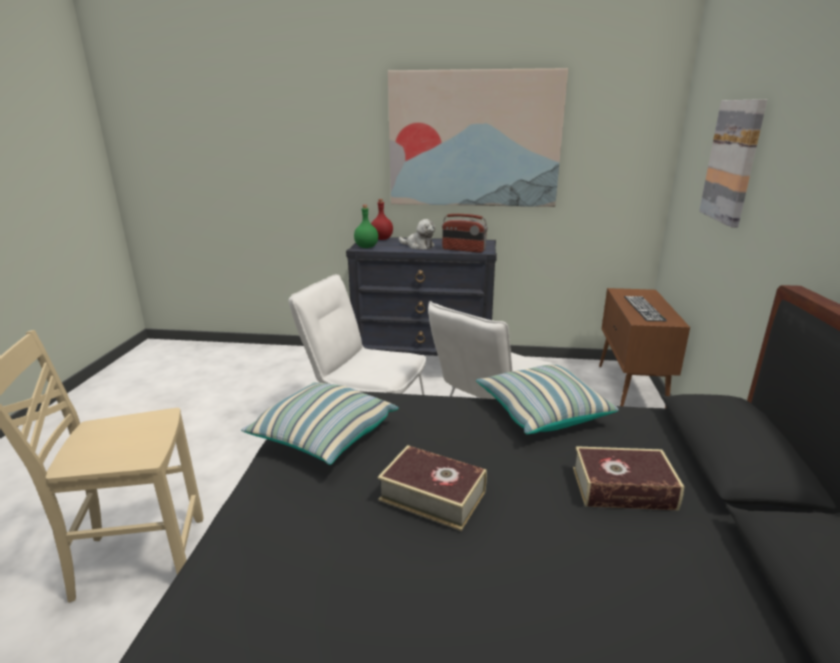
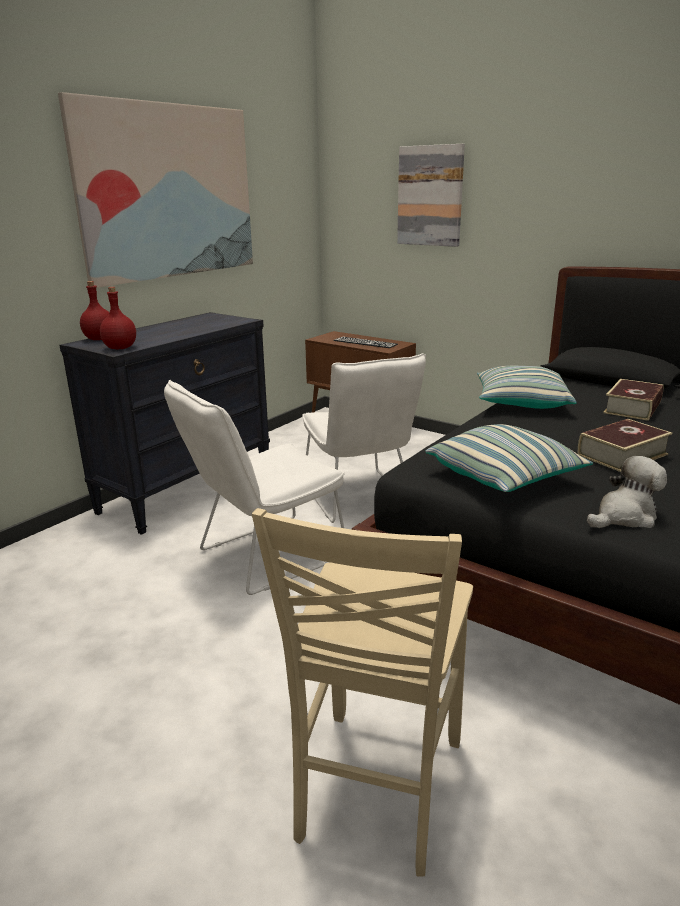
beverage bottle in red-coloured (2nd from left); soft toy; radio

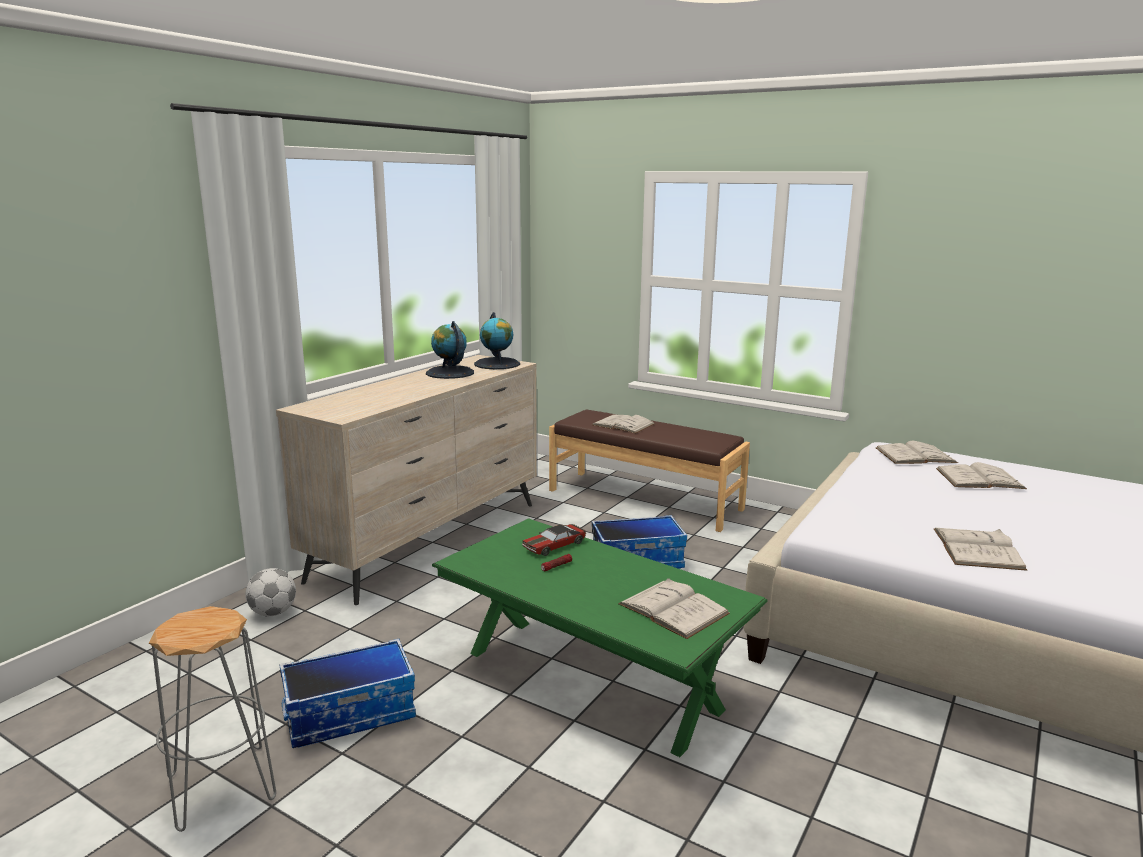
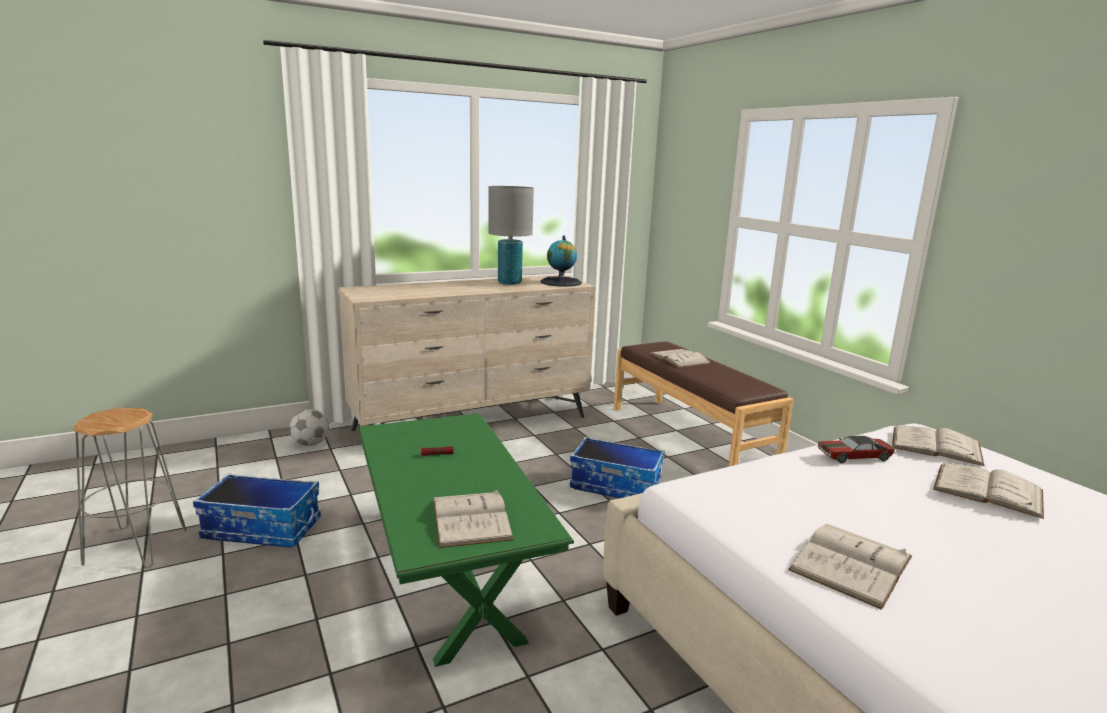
tabletop lamp in grey; model car

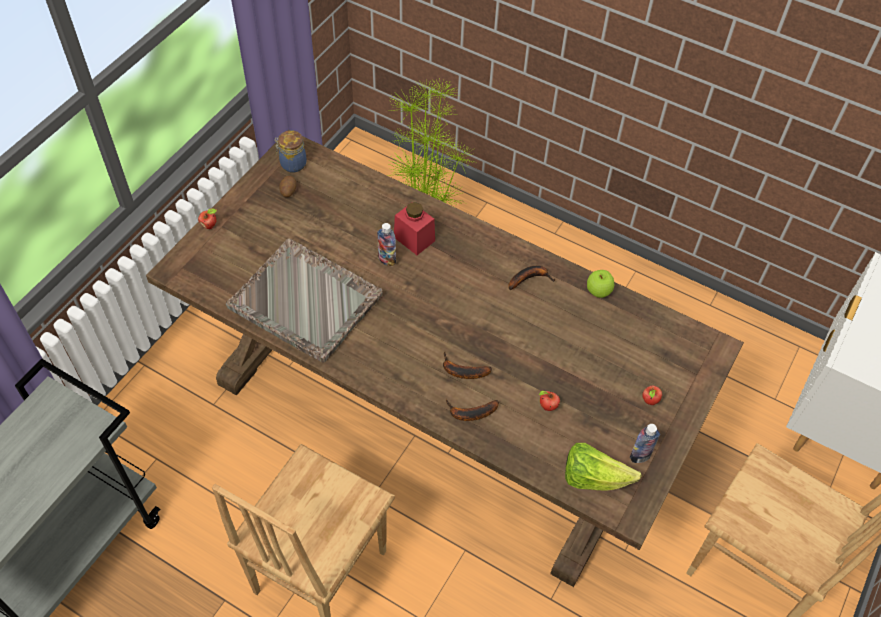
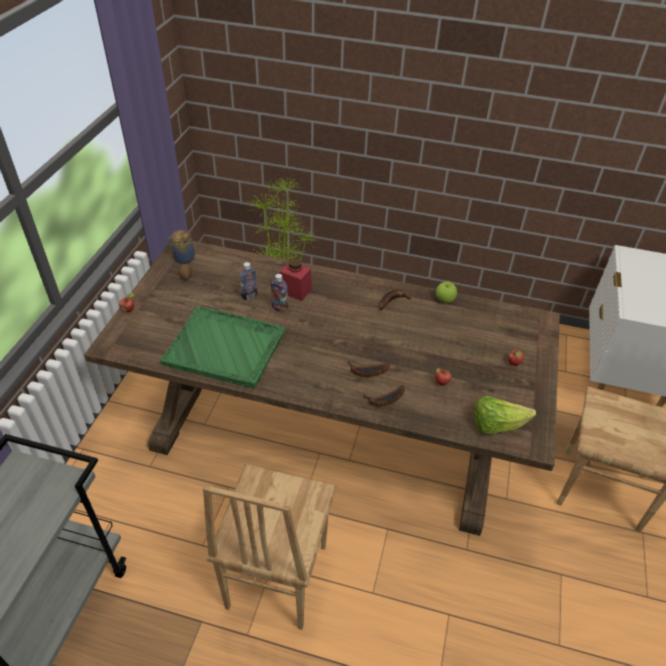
serving tray in green; beverage bottle (1st from left)

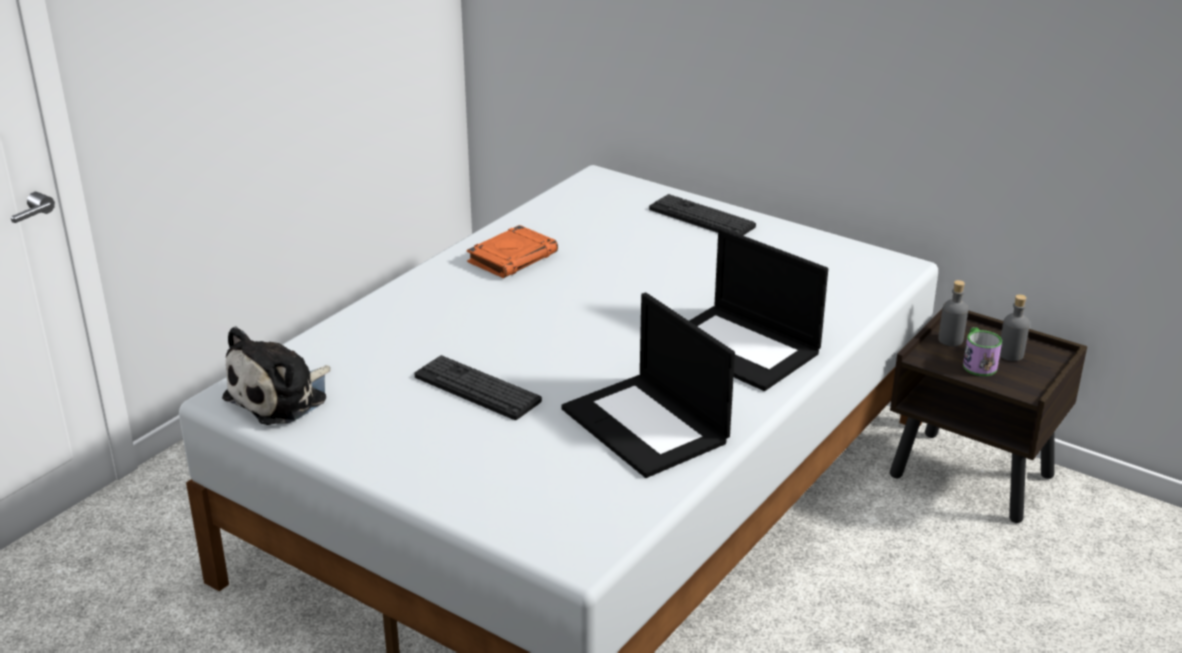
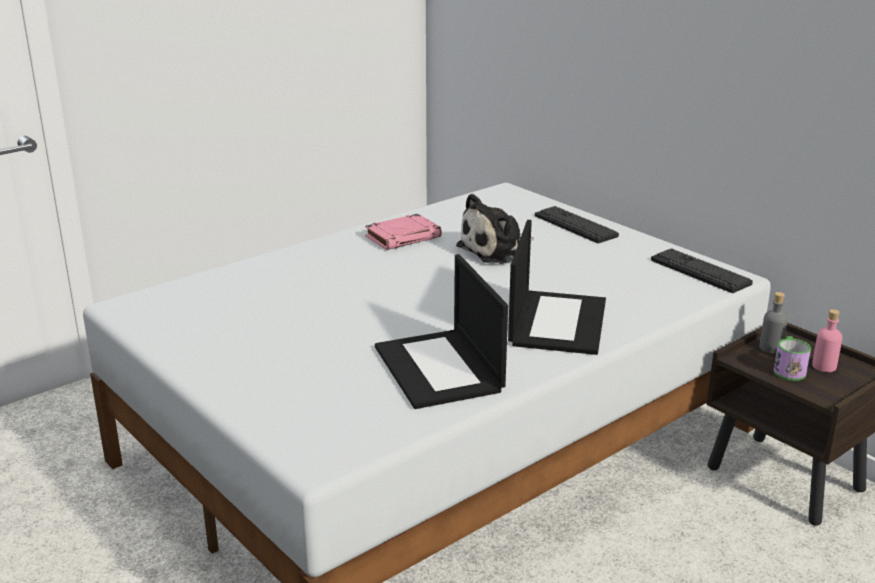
soft toy; computer keyboard (2nd from left); book in pinkish; laptop (2nd from left); beverage bottle in pinkish

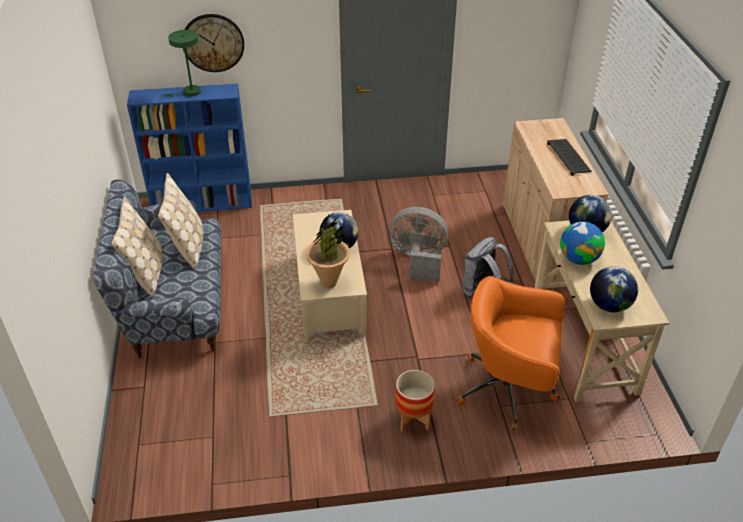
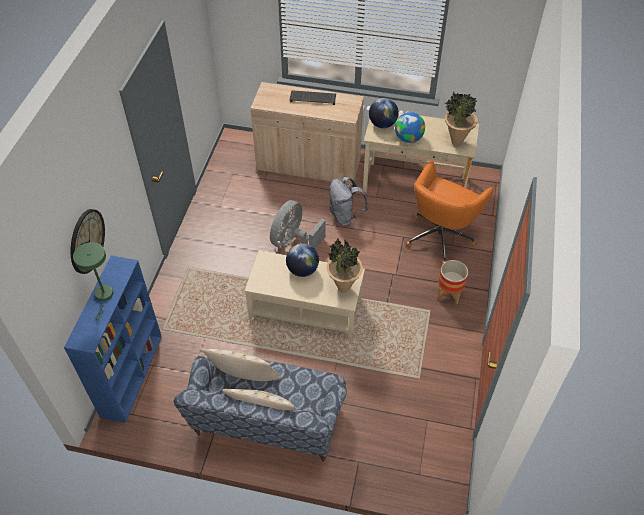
plant in a pot (2nd from left)

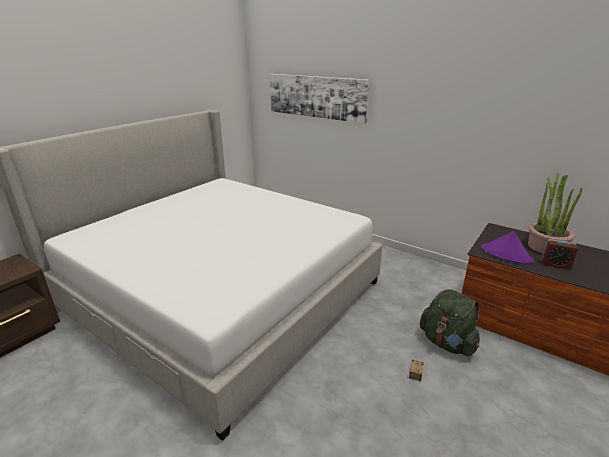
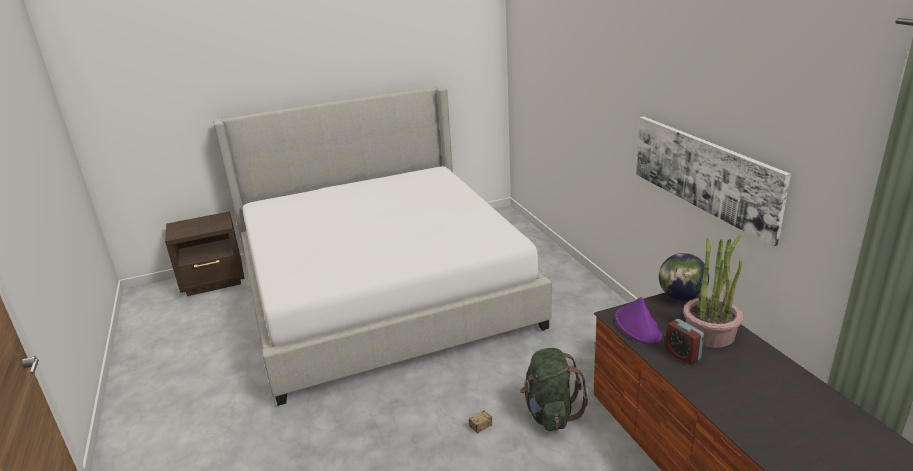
picture; globe

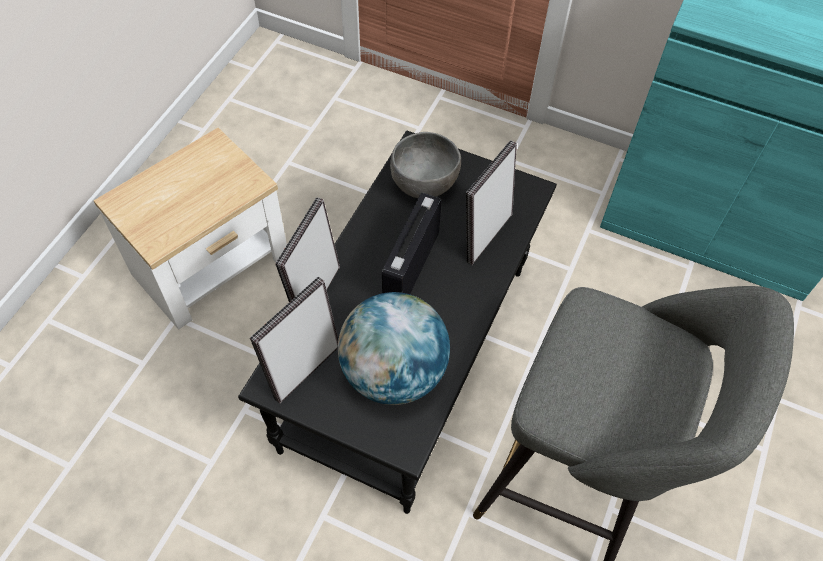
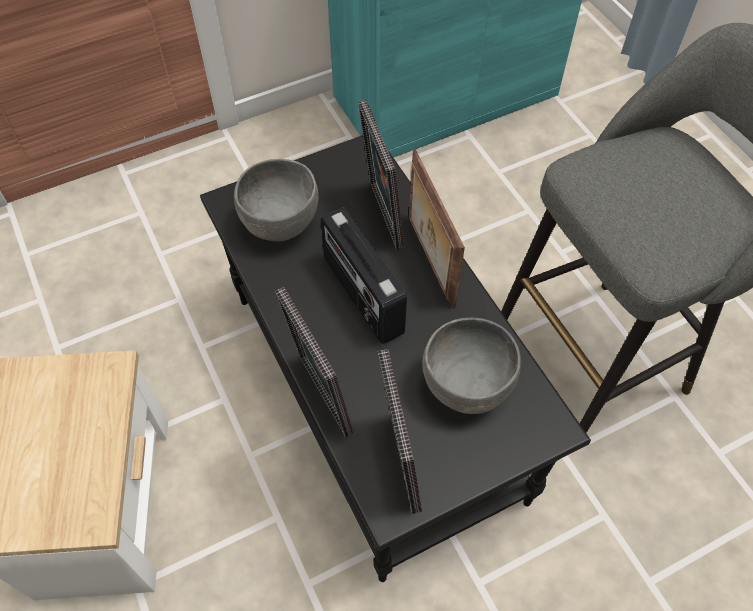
serving bowl in grey (2nd from left); standing frame (4th from left)

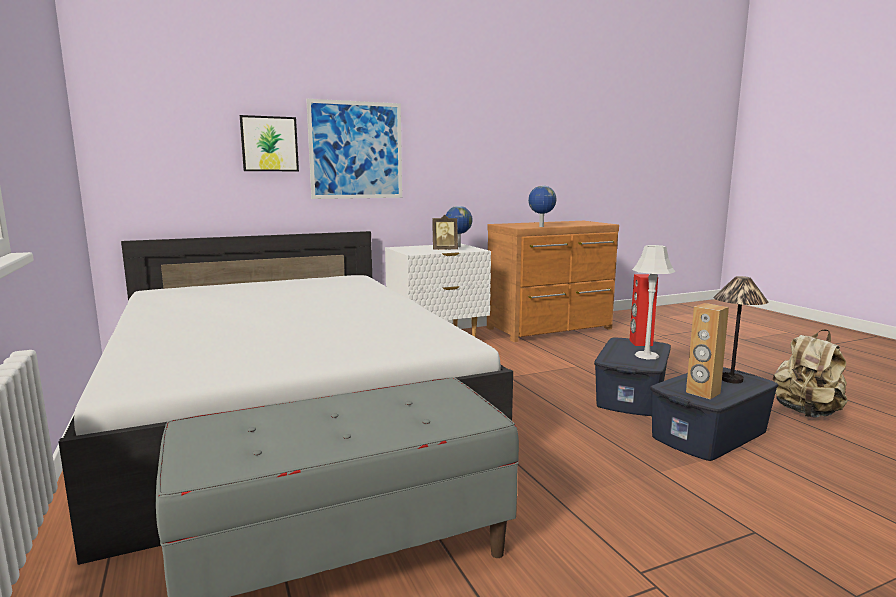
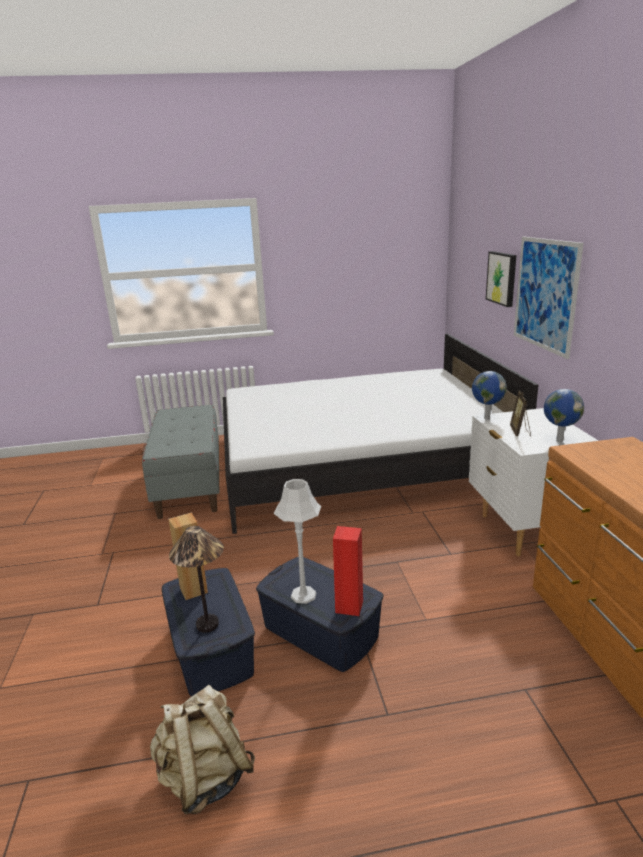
globe (1st from left)

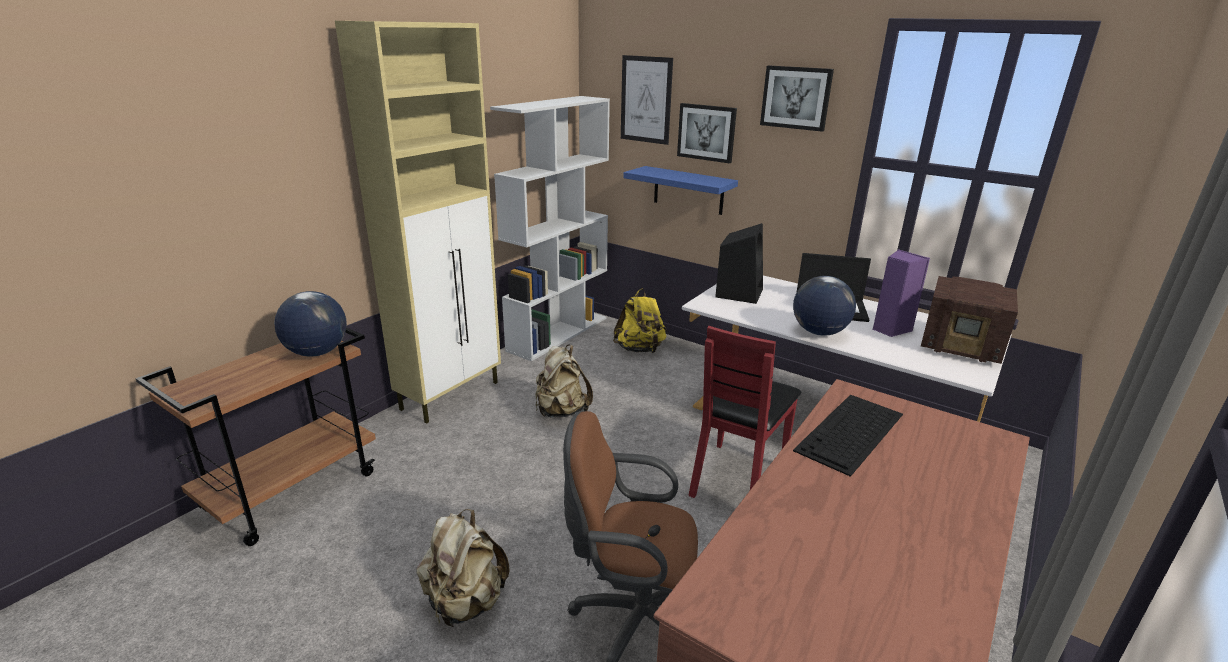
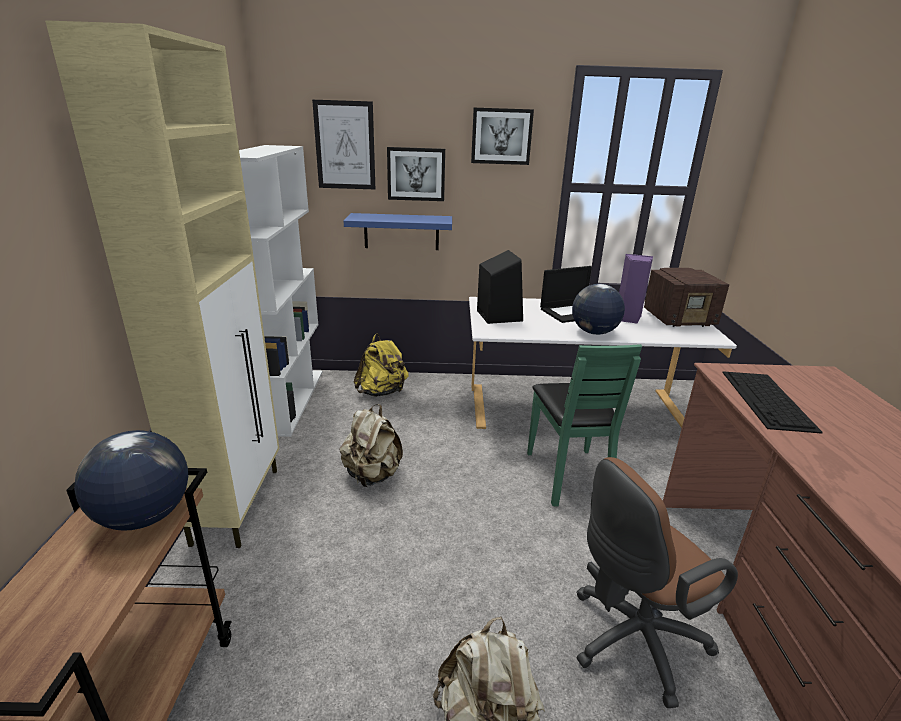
chair in green

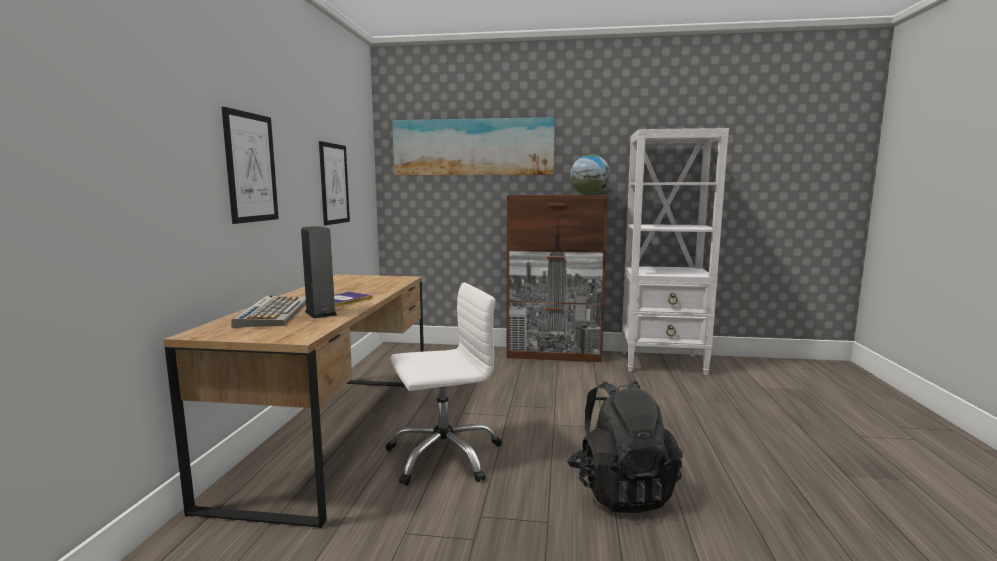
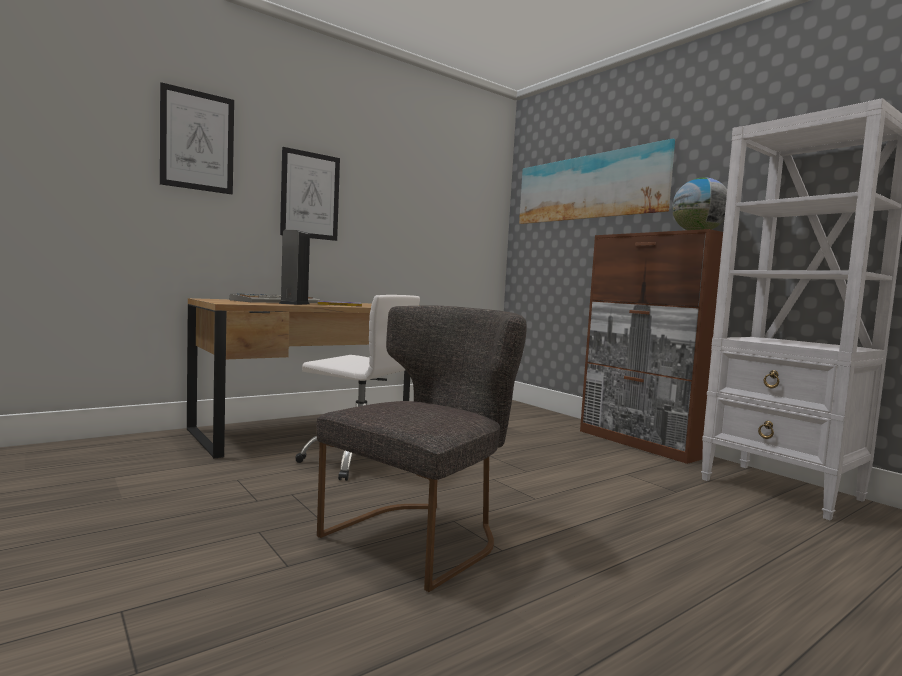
picture (1st from left); chair in grey

